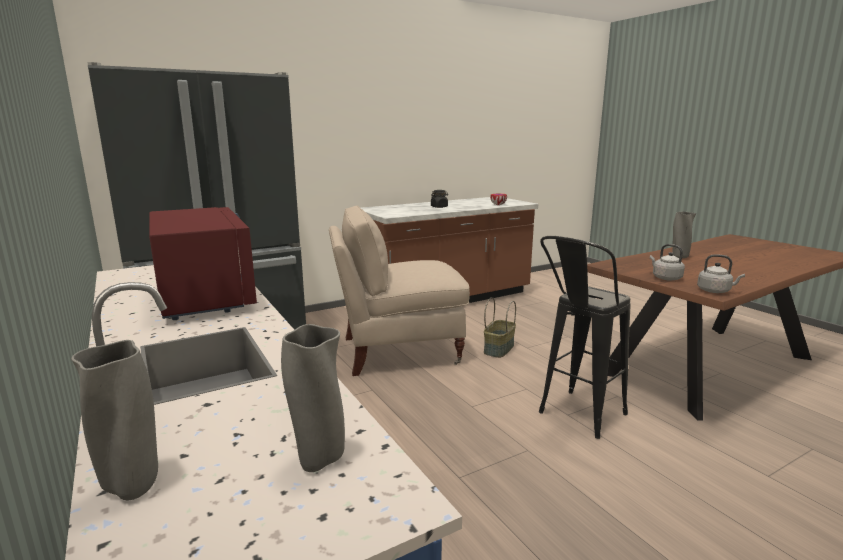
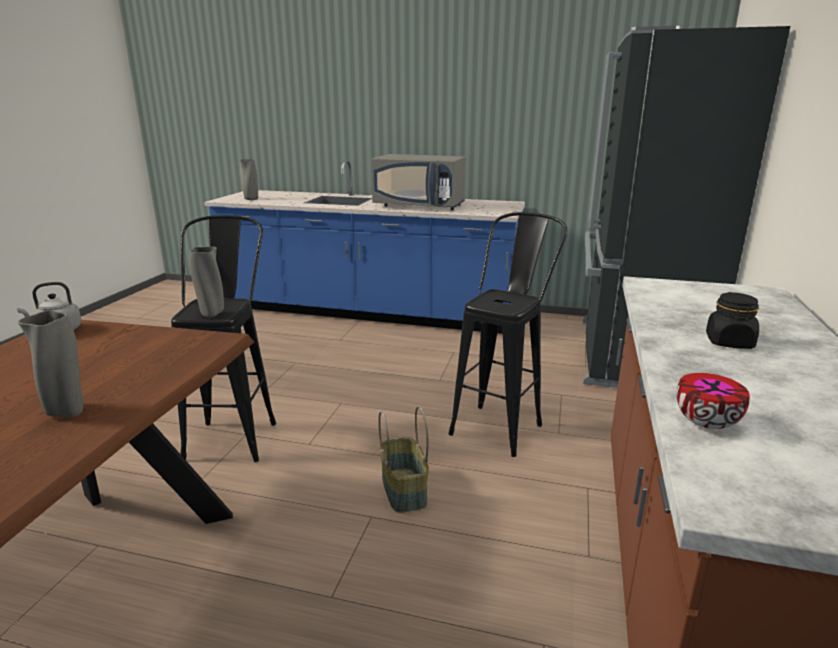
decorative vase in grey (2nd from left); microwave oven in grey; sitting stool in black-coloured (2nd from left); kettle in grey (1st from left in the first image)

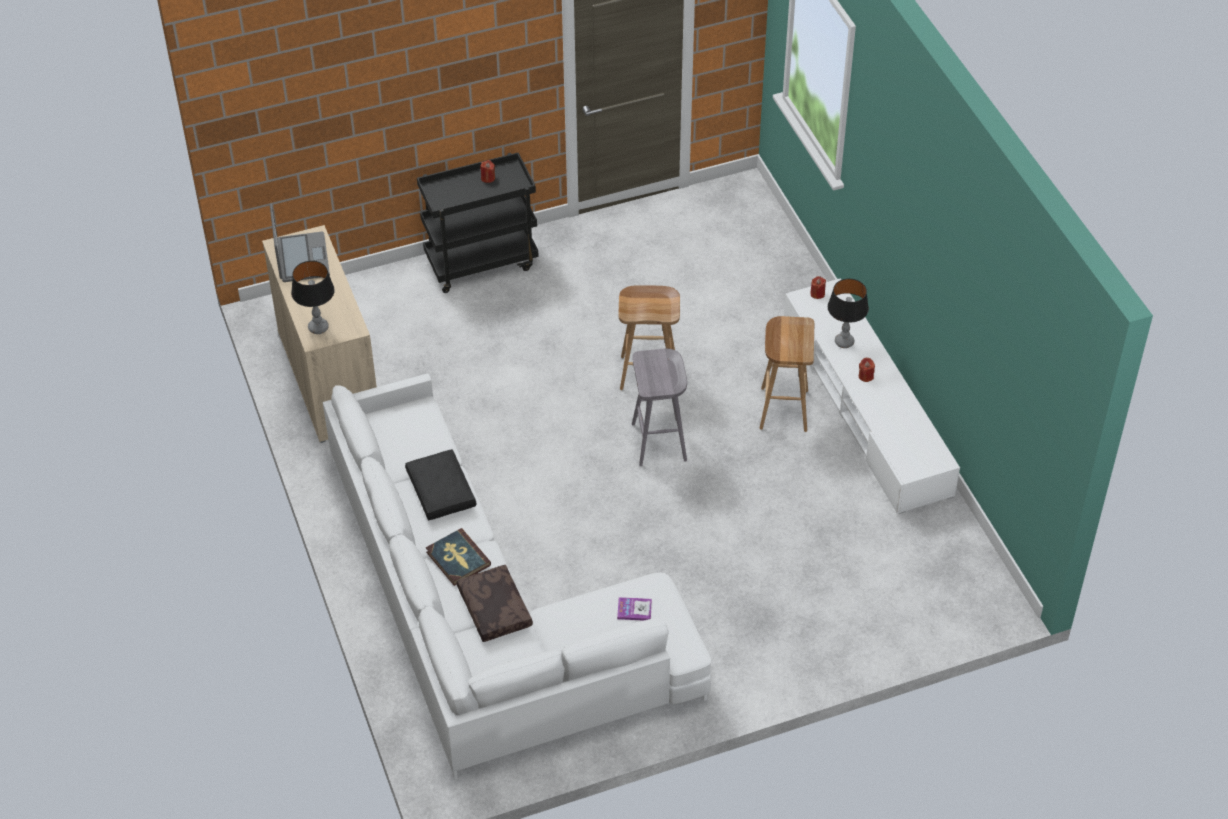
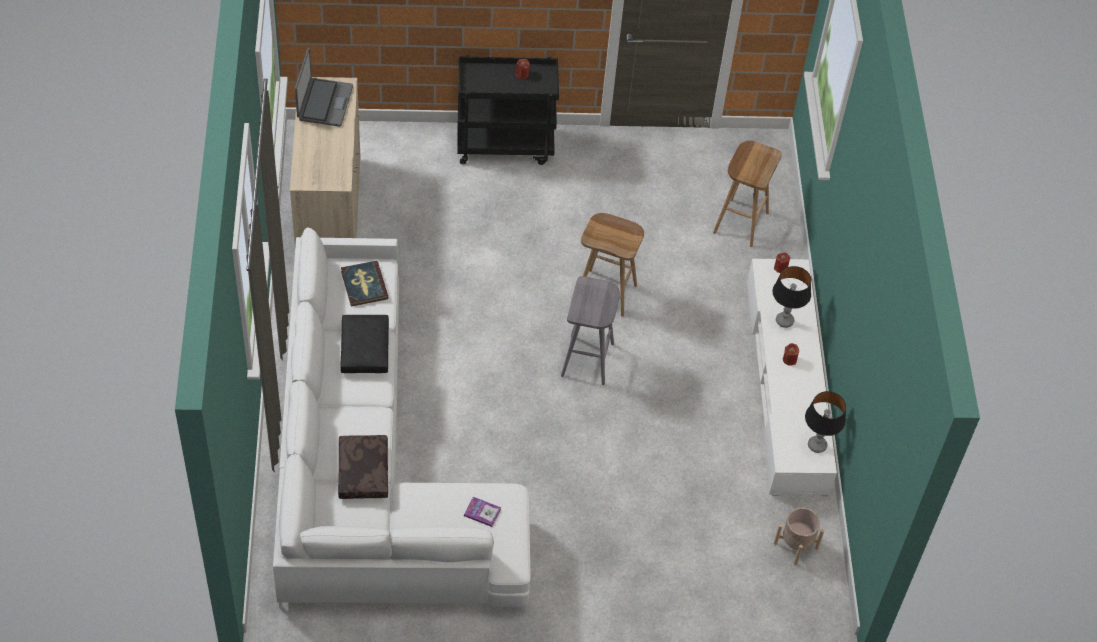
tabletop lamp (2nd from left); book (1st from left); sitting stool in brownish (2nd from left); flower pot in beige

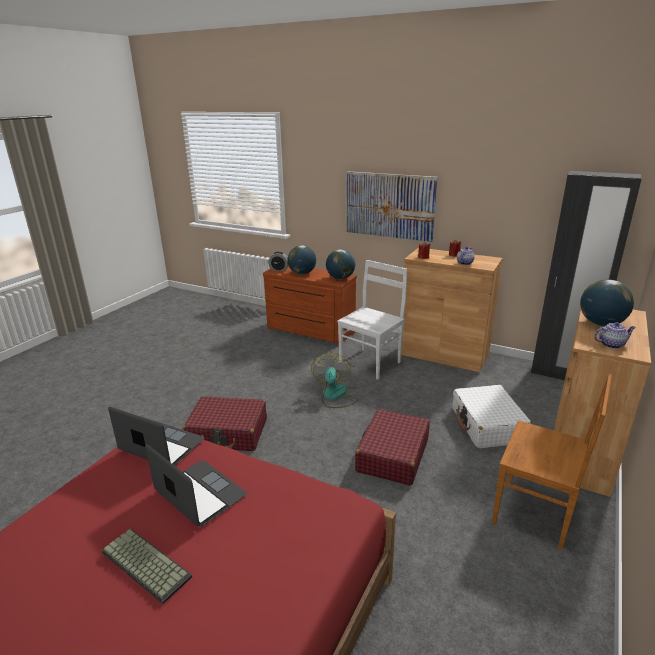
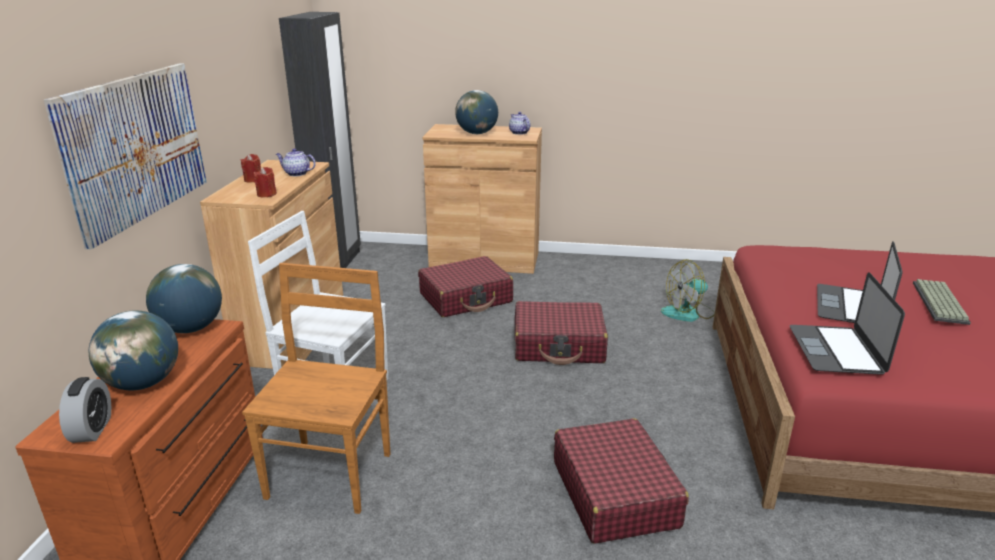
electric fan; suitcase in red-coloured (1st from left); chair in brownish

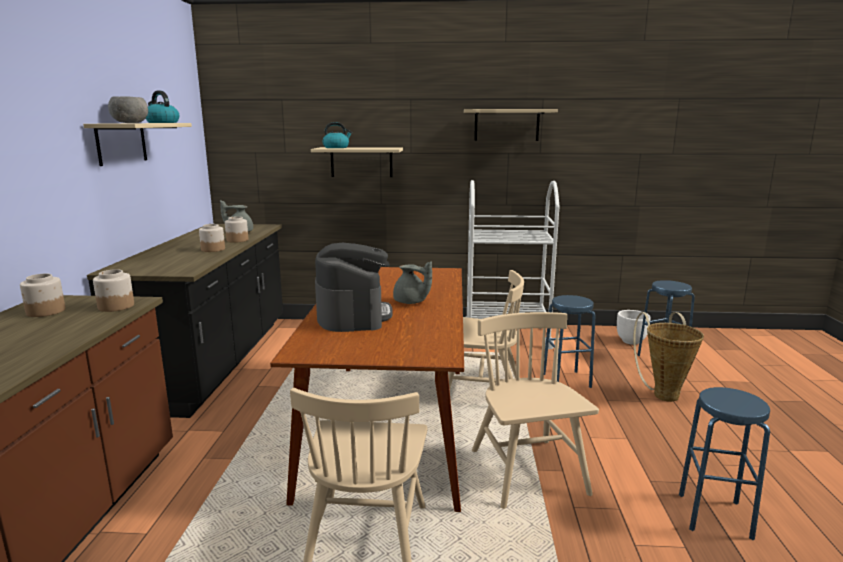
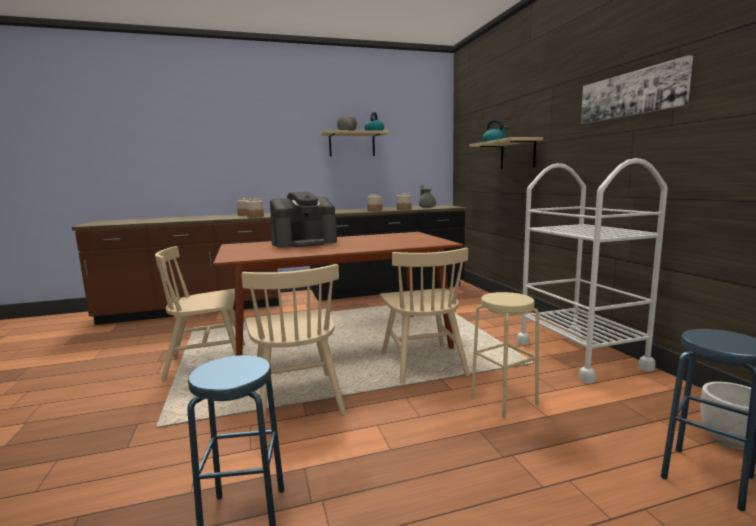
tea pot in grey (2nd from left in the first image); picture; chair in beige (2nd from left); sitting stool in beige; basket

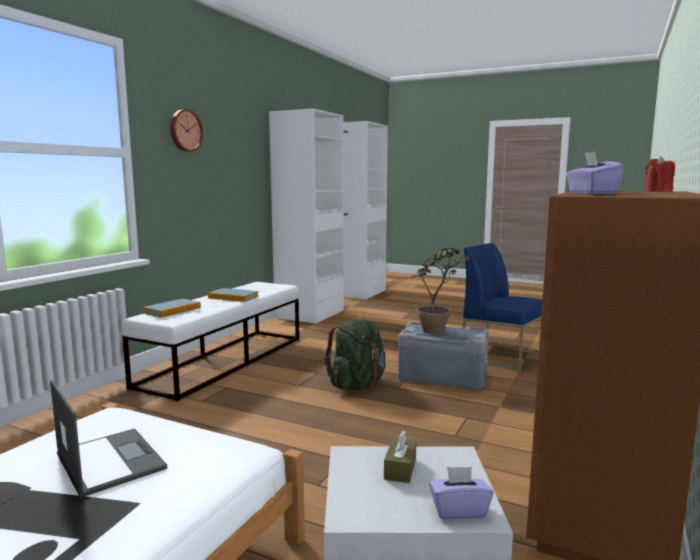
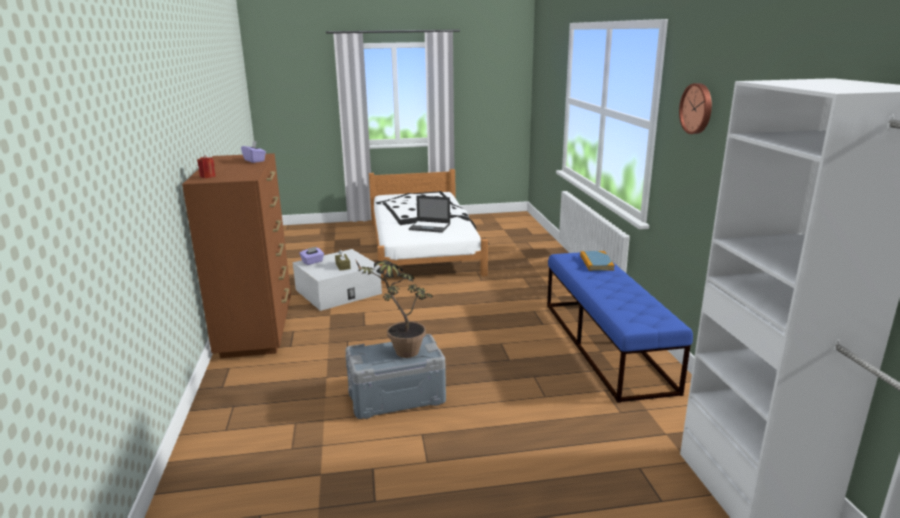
long seat in bluish; book (2nd from left in the first image); backpack in green; chair in bluish

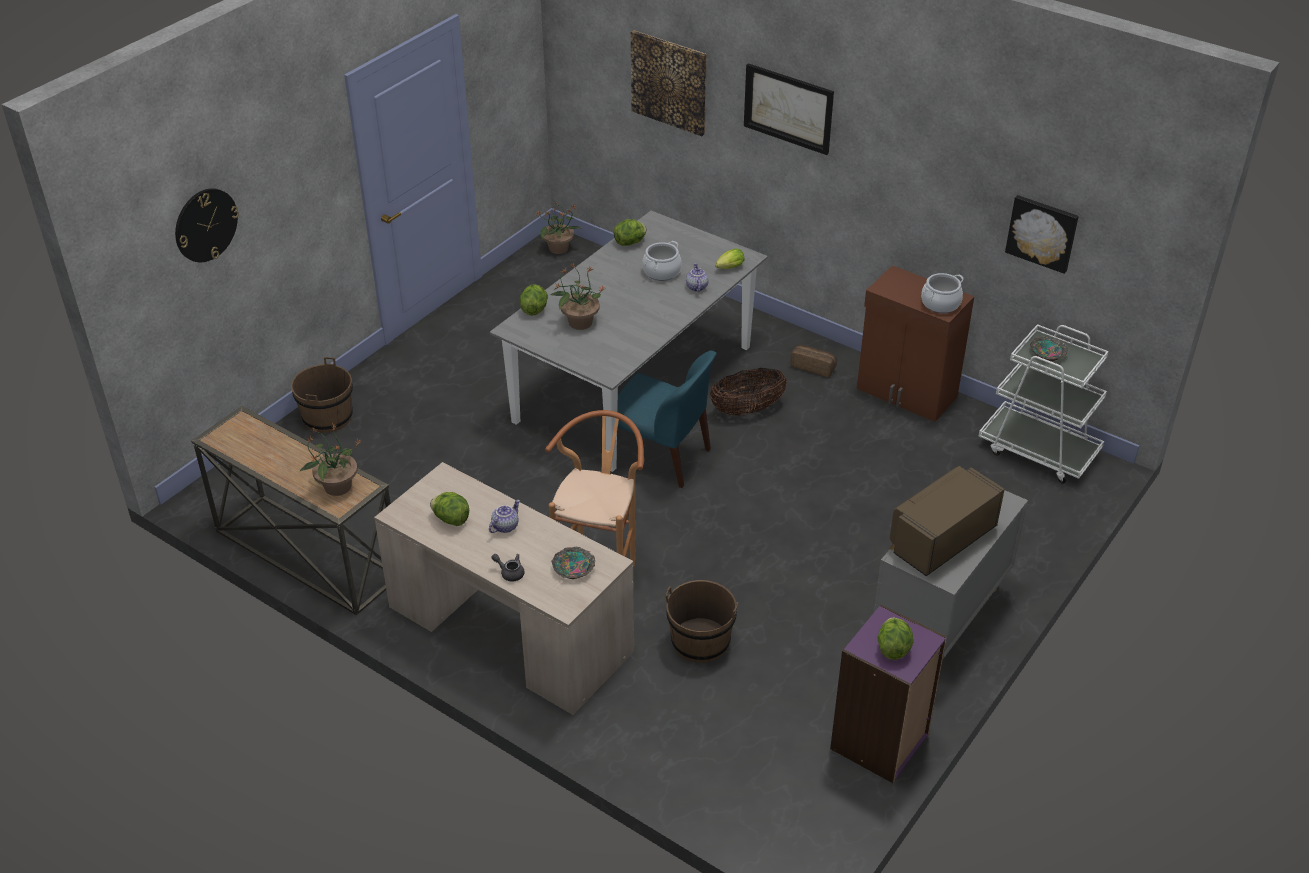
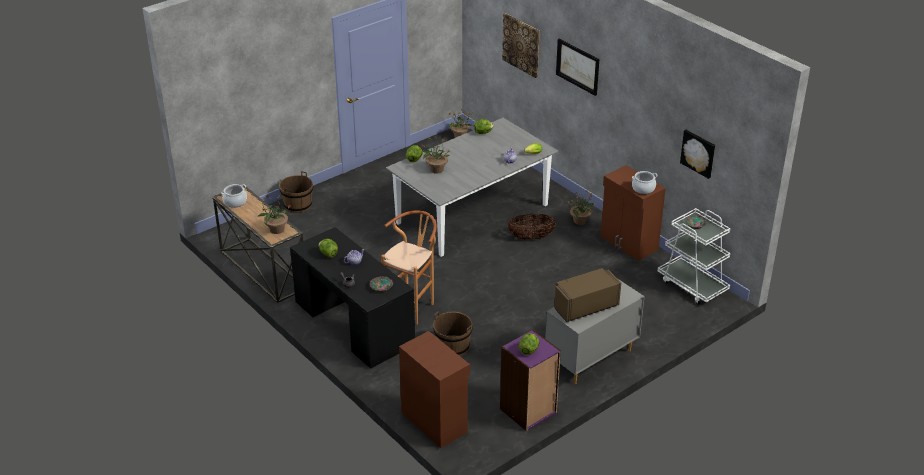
hanging clock; desk unit in black-coloured; chair in bluish; cooking pot (1st from left); plant in a pot (4th from left); storage cabinet in brownish (1st from left)

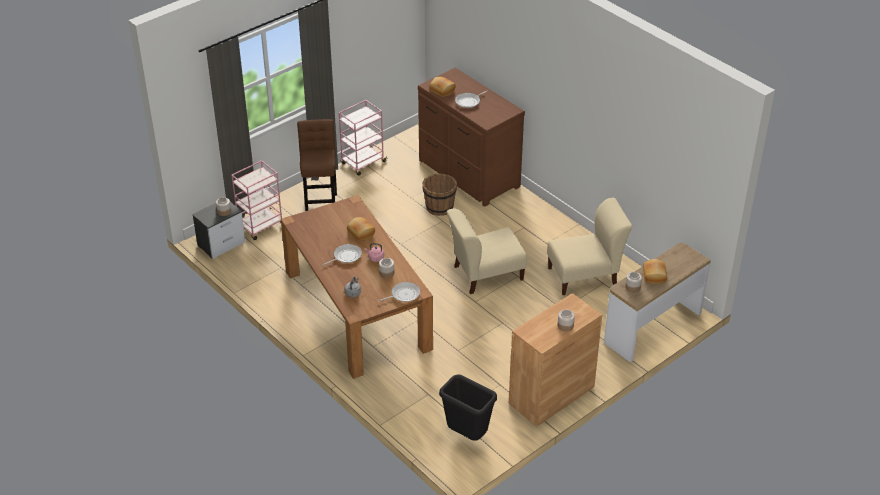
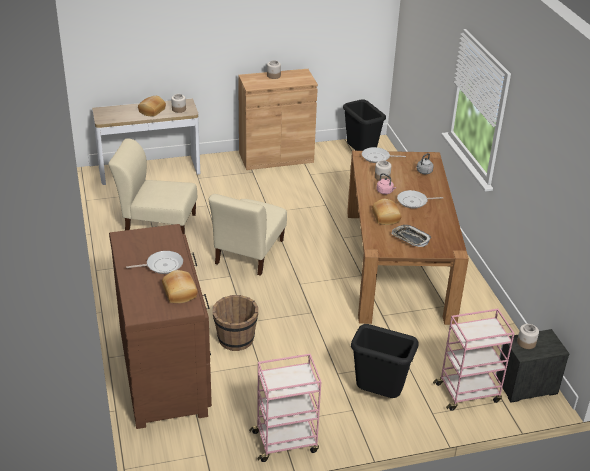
trash can in black-coloured (2nd from left); chair in beige (2nd from left); serving tray

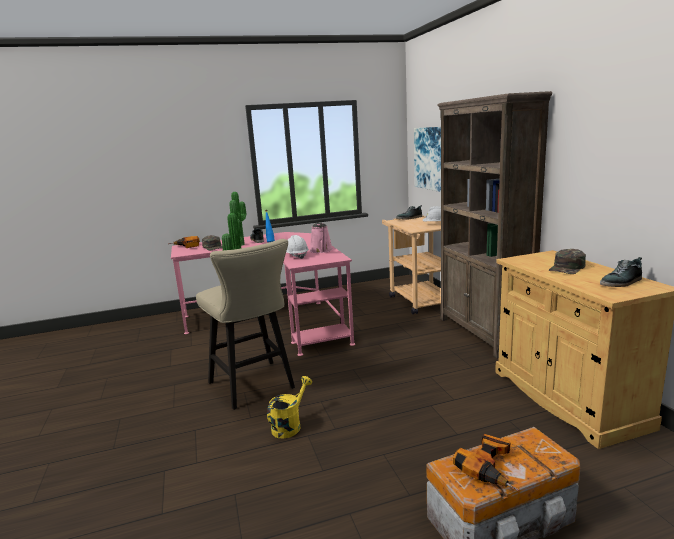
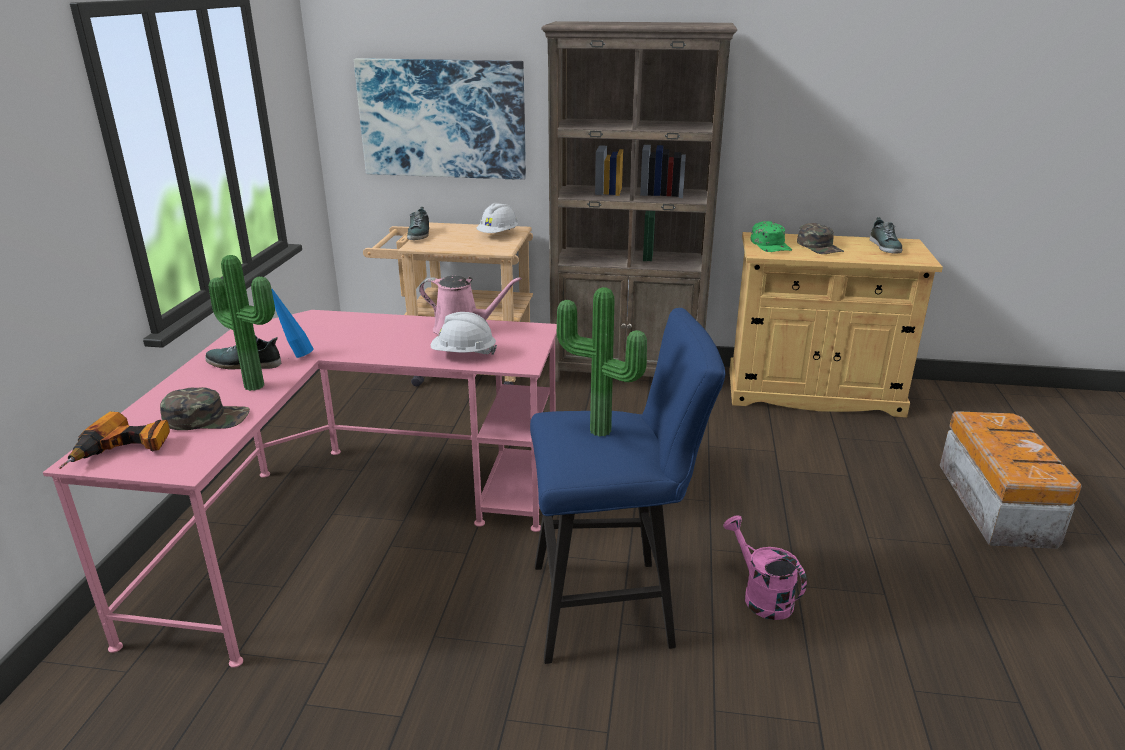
sitting stool in bluish; watering can in pinkish (2nd from left); electric drill (2nd from left in the first image); peaked cap in green (2nd from left)

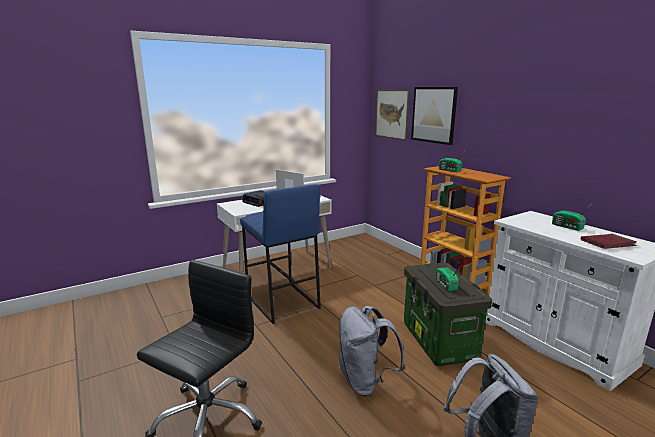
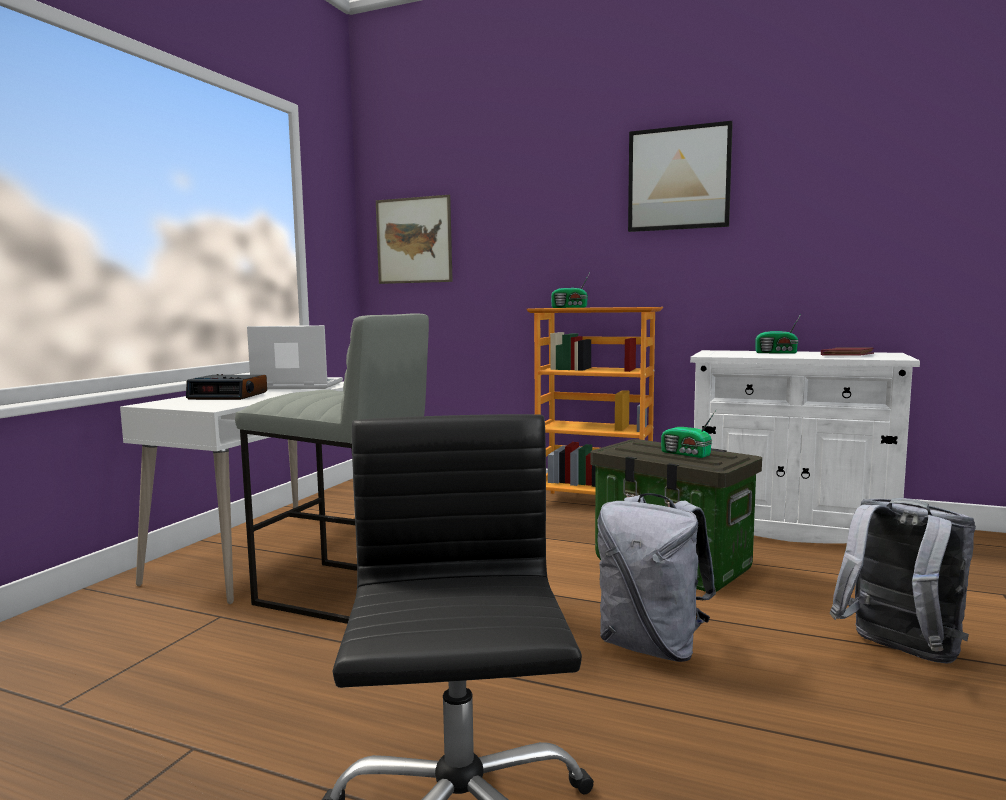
sitting stool in grey; picture (2nd from left)

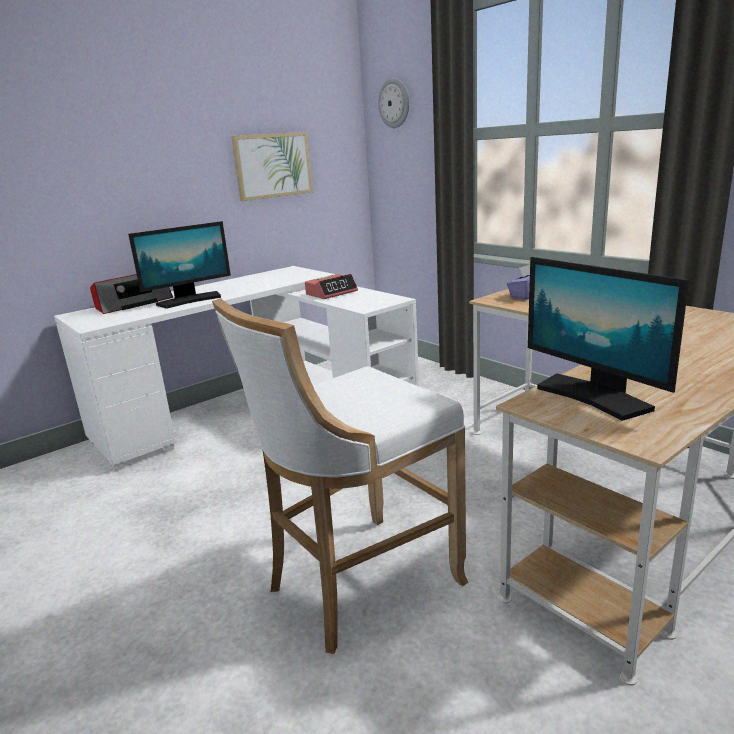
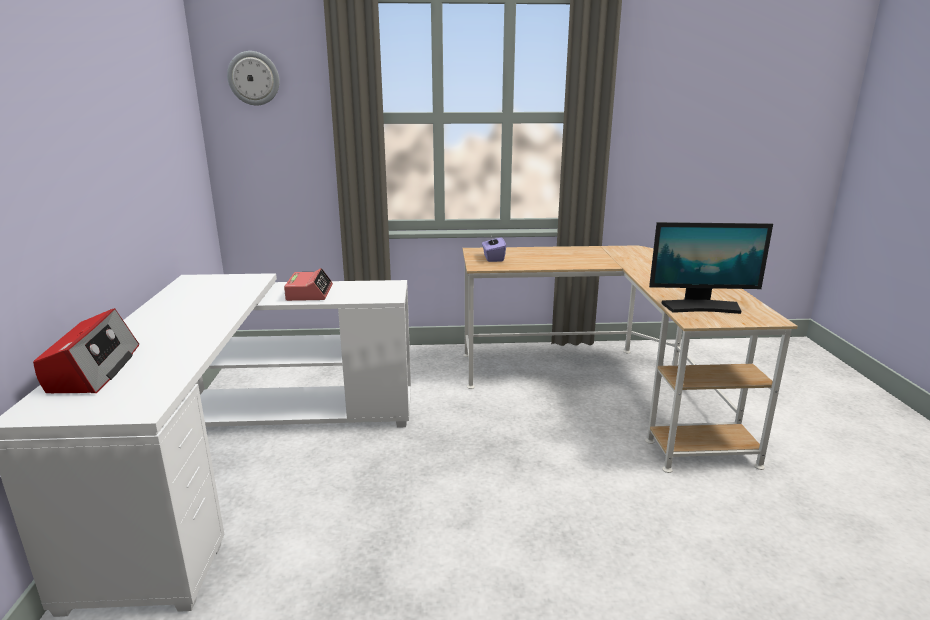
computer display (1st from left in the first image); sitting stool in white-coloured; picture

